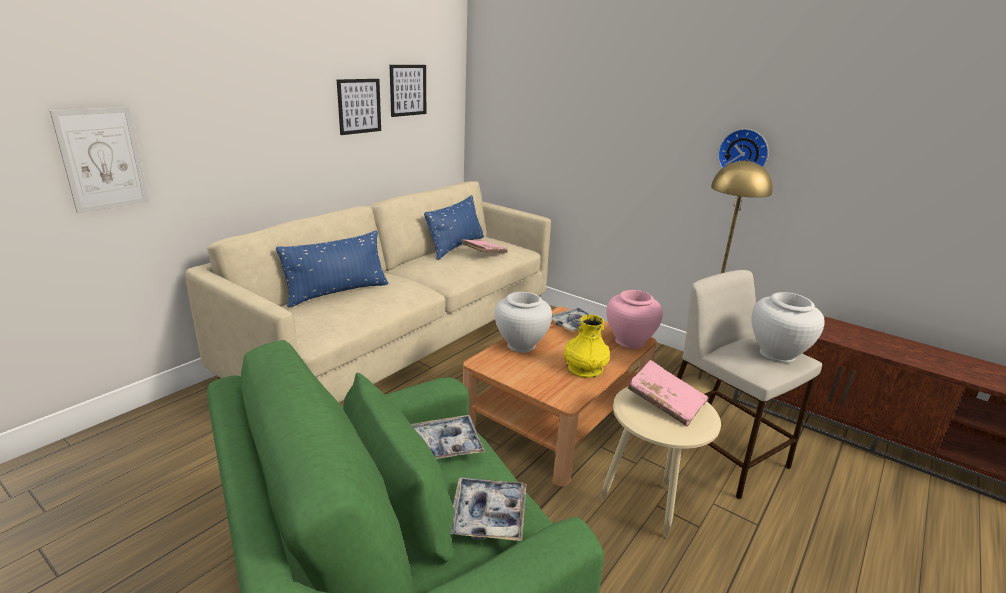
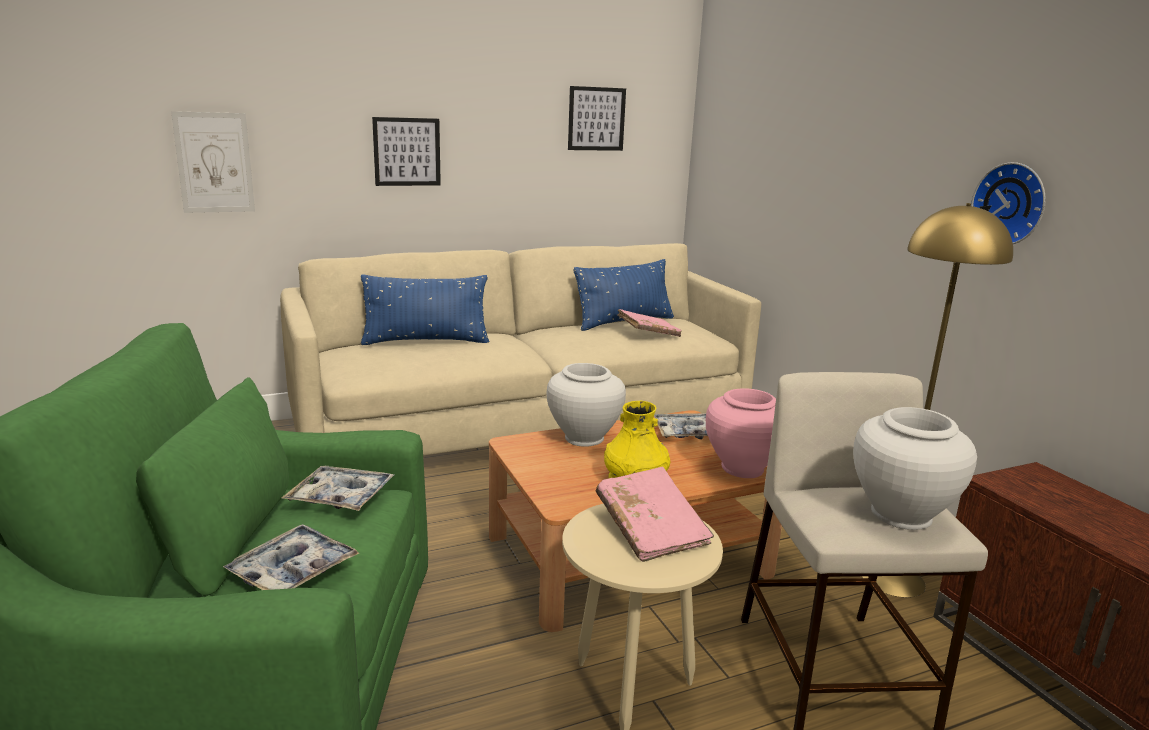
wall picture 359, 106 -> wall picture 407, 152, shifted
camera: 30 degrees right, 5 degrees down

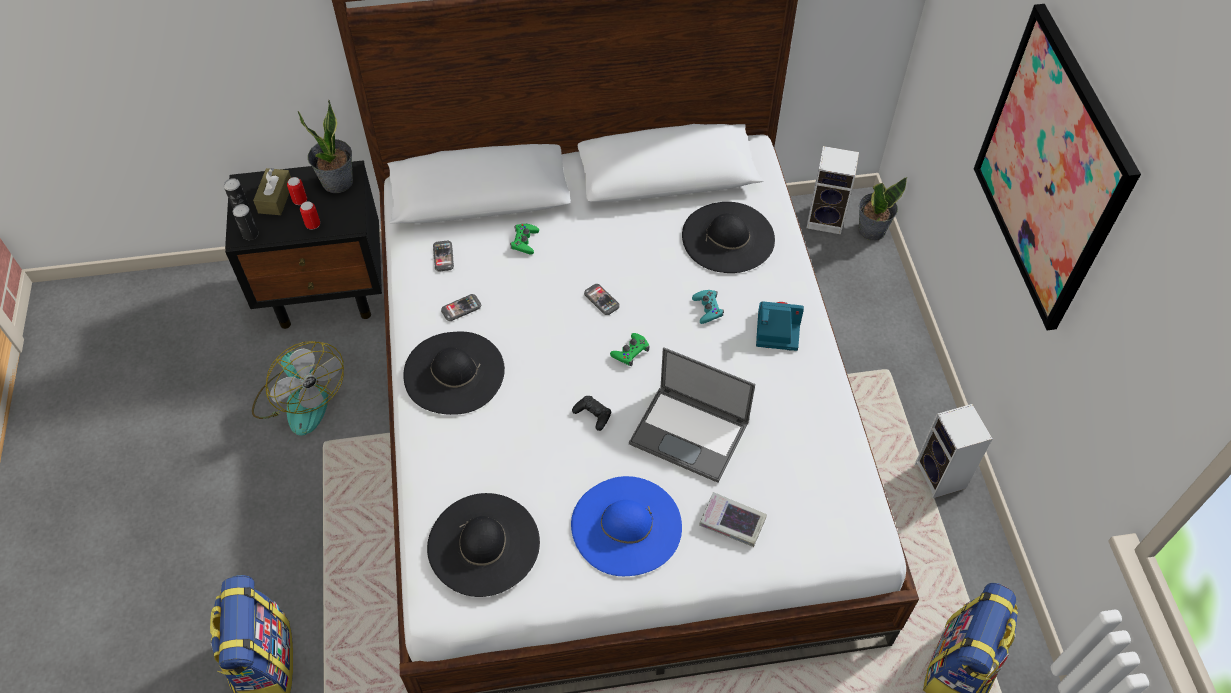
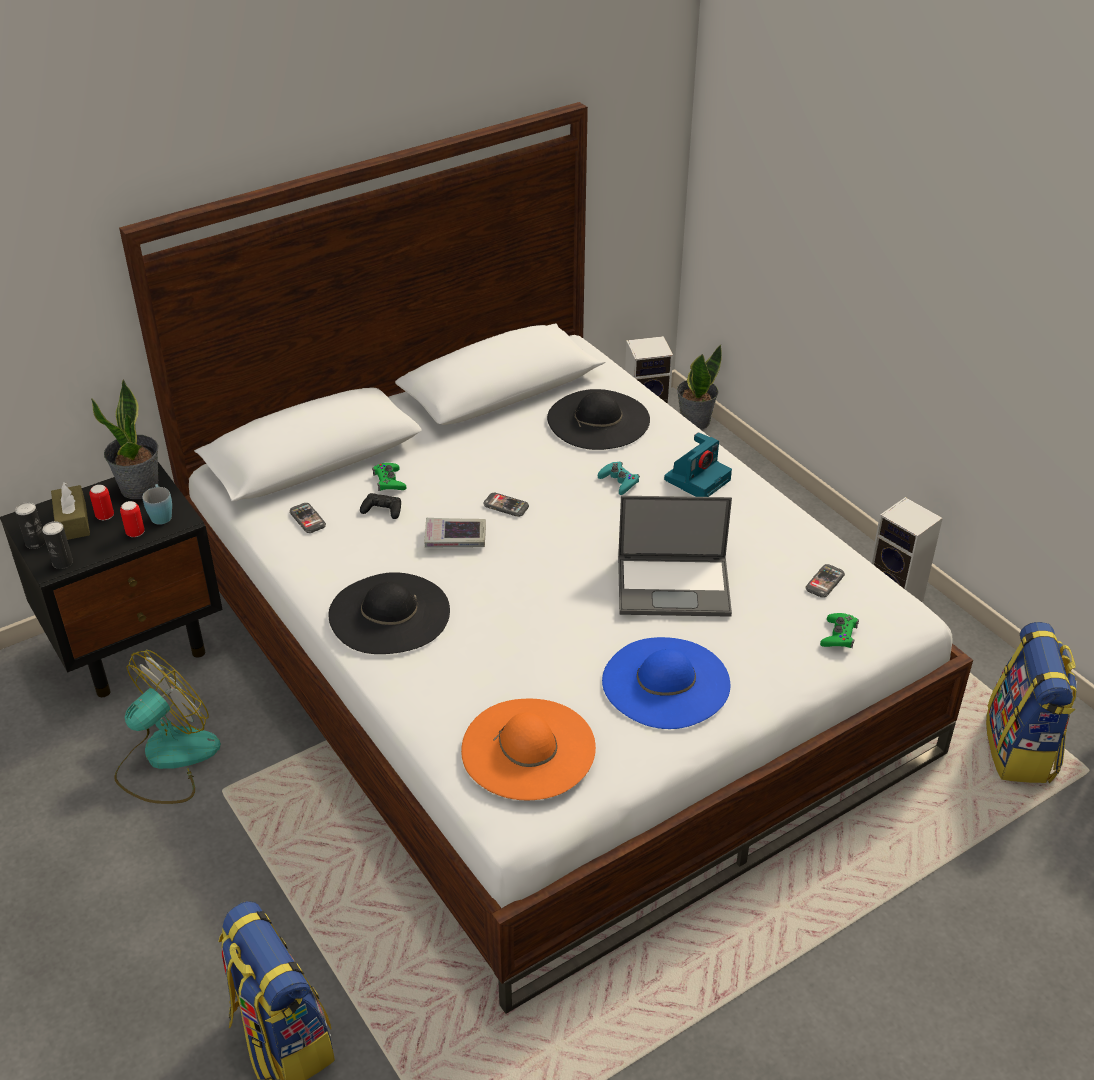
cooling fan 300, 399 -> cooling fan 166, 759, 75 degrees counterclockwise
none -> blue-coloured coffee mug 161, 514
black-coloured game controller 593, 414 -> black-coloured game controller 382, 510, shifted
volume 732, 522 -> volume 455, 538, shifted
black-coloured wearable hat 483, 544 -> orangey wearable hat 528, 748
photo camera 776, 330 -> photo camera 697, 479, 150 degrees clockwise
phone 461, 308 -> phone 824, 582, shifted
green game controller 630, 352 -> green game controller 839, 635, shifted
wall picture 1050, 170 -> none
camera: 25 degrees left, 15 degrees down

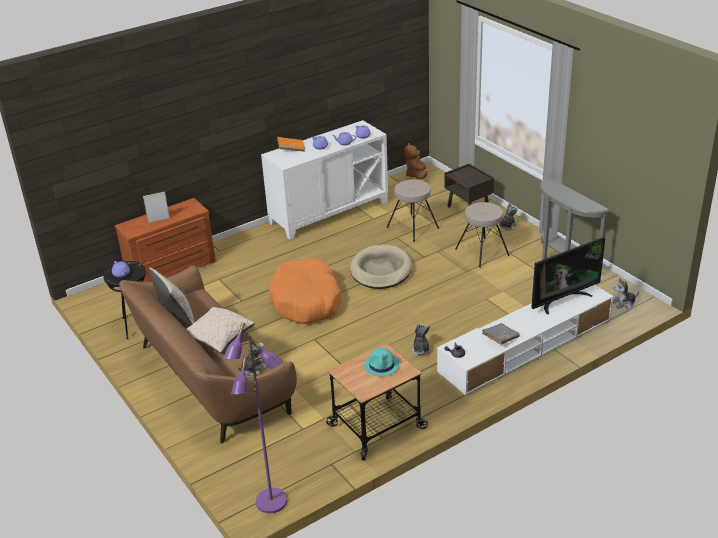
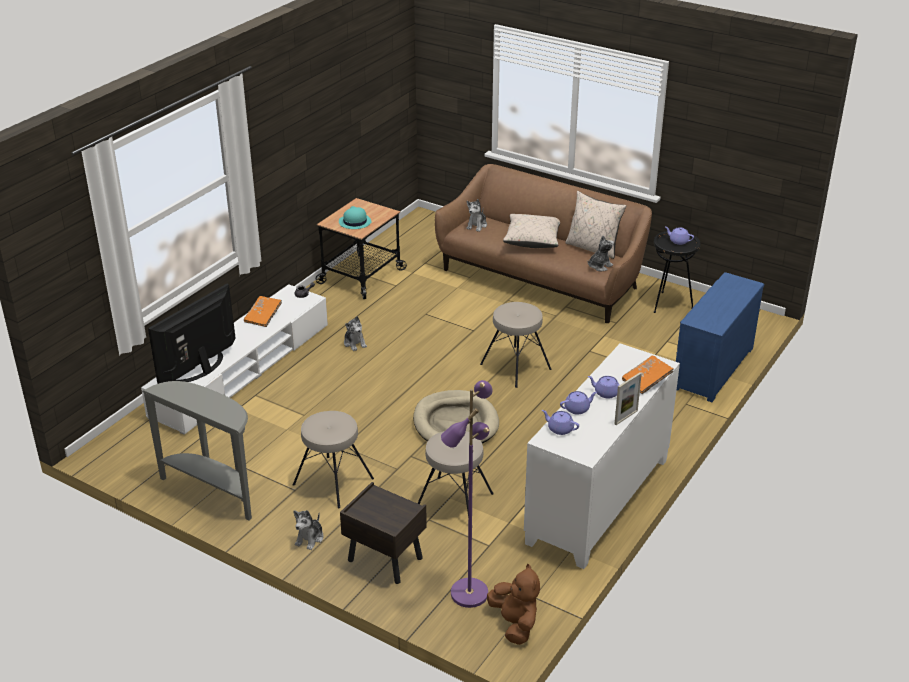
grey volume 500, 338 -> orangey volume 263, 317
purple-coloured standard lamp 271, 502 -> purple-coloured standard lamp 468, 593, shifted
orangey dog bed 306, 301 -> sand-coloured stool seat 516, 366
cuddly toy 624, 303 -> cuddly toy 599, 266, shifted
picture frame 158, 220 -> picture frame 626, 417, shifted
brown drawer chest 172, 270 -> blue-coloured drawer chest 711, 367
camera: 155 degrees right, 0 degrees up

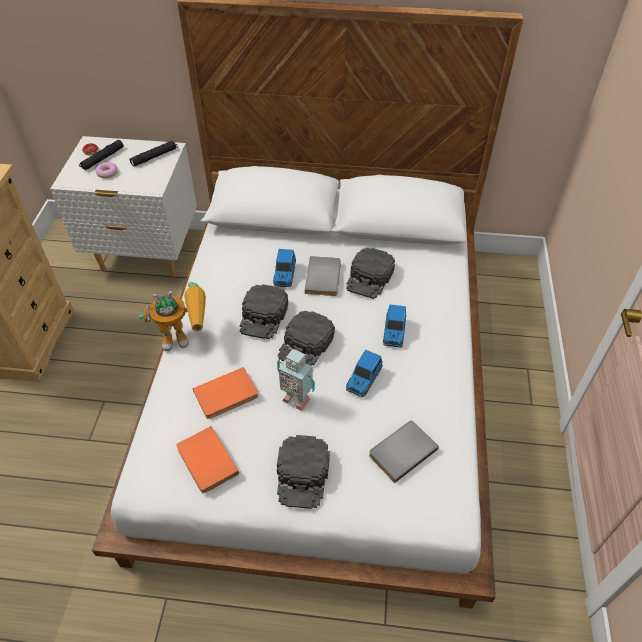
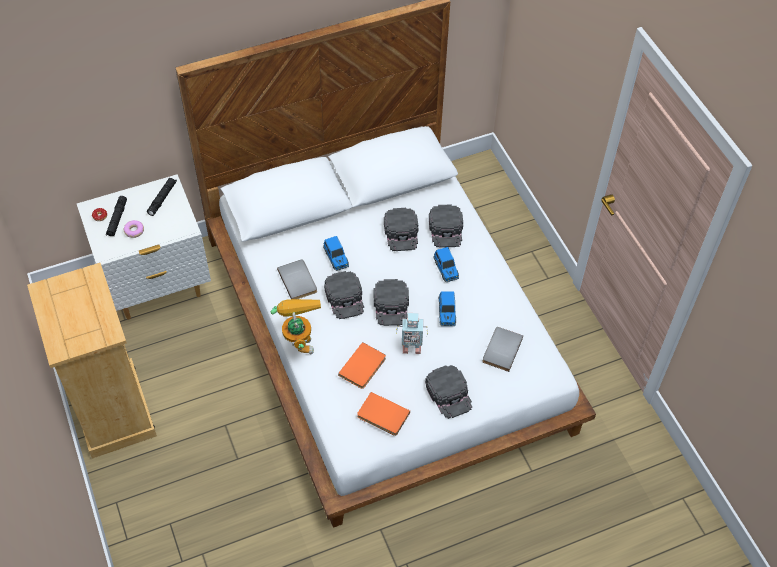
toy robot 186, 336 -> toy robot 298, 339, 60 degrees counterclockwise
grey volume 324, 277 -> grey volume 299, 280, shifted
none -> black-coloured baseball cap 446, 229
camera: 30 degrees left, 5 degrees up

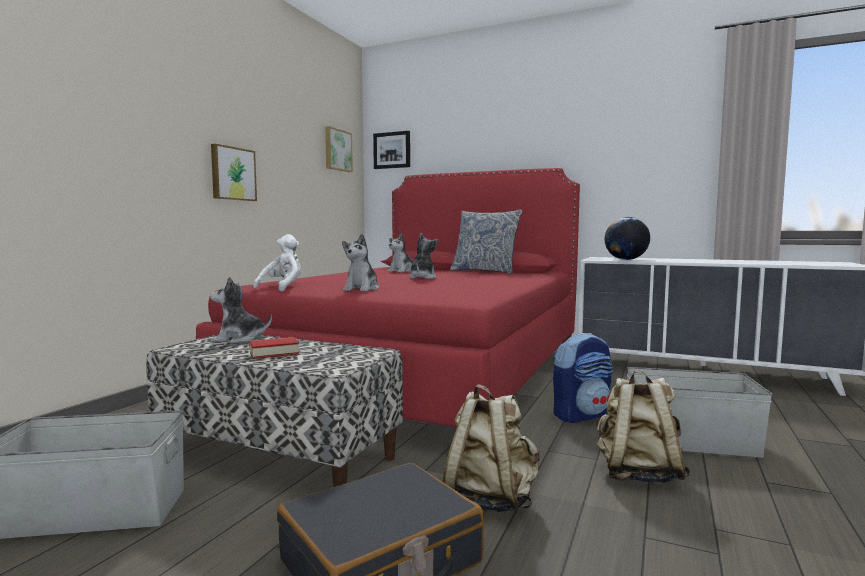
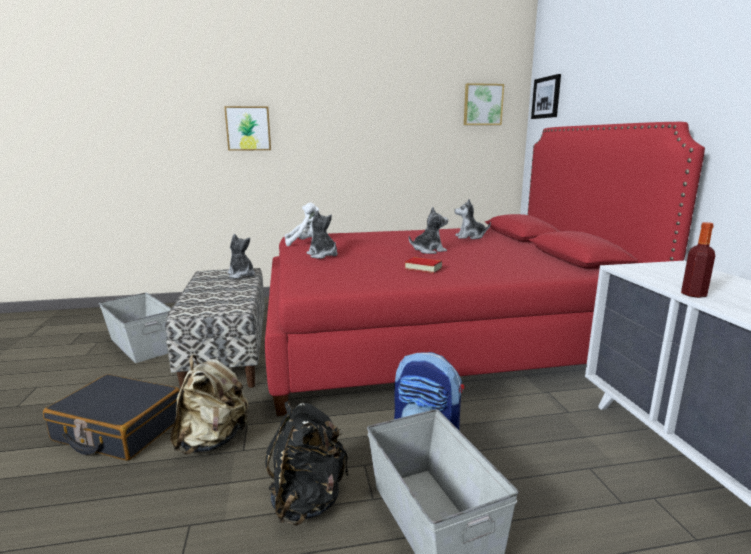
wall picture 232, 174 -> wall picture 248, 128, shifted
sand-coloured rucksack 637, 474 -> black-coloured rucksack 308, 500
cuddly toy 362, 289 -> cuddly toy 322, 255, 75 degrees clockwise
volume 274, 353 -> volume 423, 269, shifted
none -> drink bottle 693, 294
throw pillow 485, 271 -> none
globe 626, 259 -> none
camera: 55 degrees right, 10 degrees up

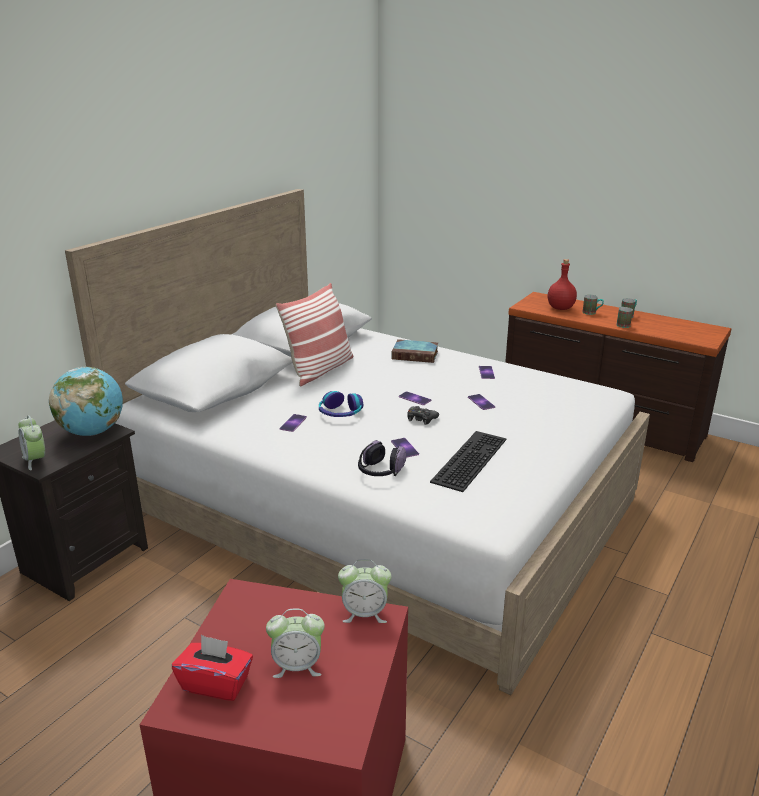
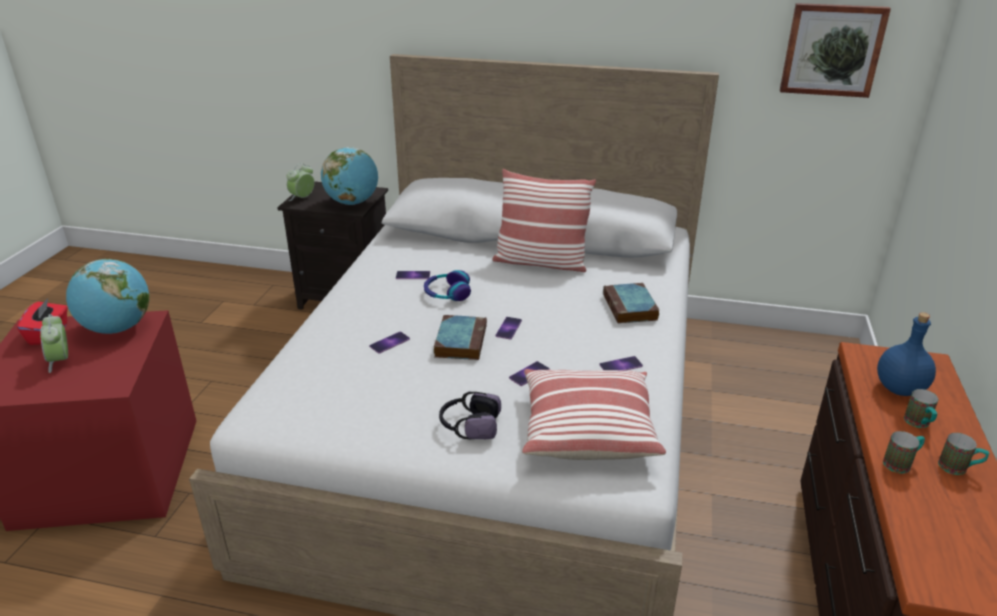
none -> globe 118, 328
black-coloured game controller 421, 419 -> volume 460, 341
headphones 380, 471 -> headphones 469, 425, shifted
none -> throw pillow 587, 429
none -> wall picture 832, 50
red drink bottle 561, 308 -> blue-coloured drink bottle 899, 389
bedside clock 365, 613 -> none
PC keyboard 468, 459 -> none
camera: 70 degrees right, 5 degrees up

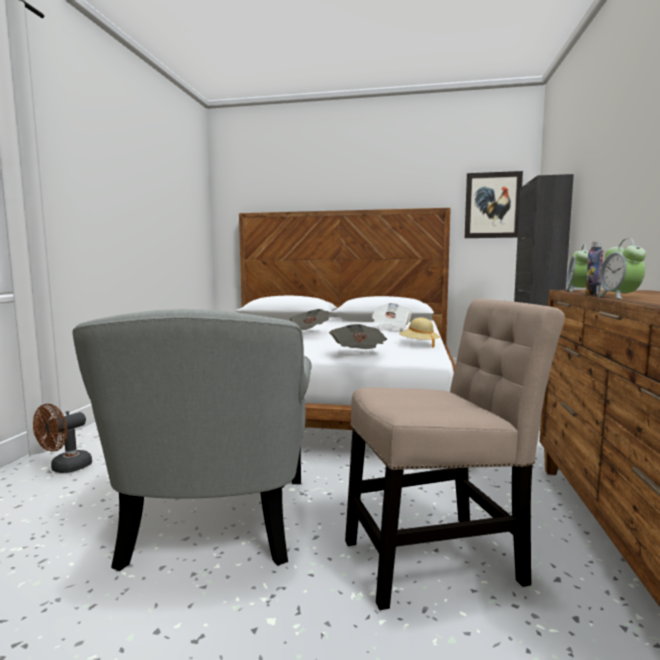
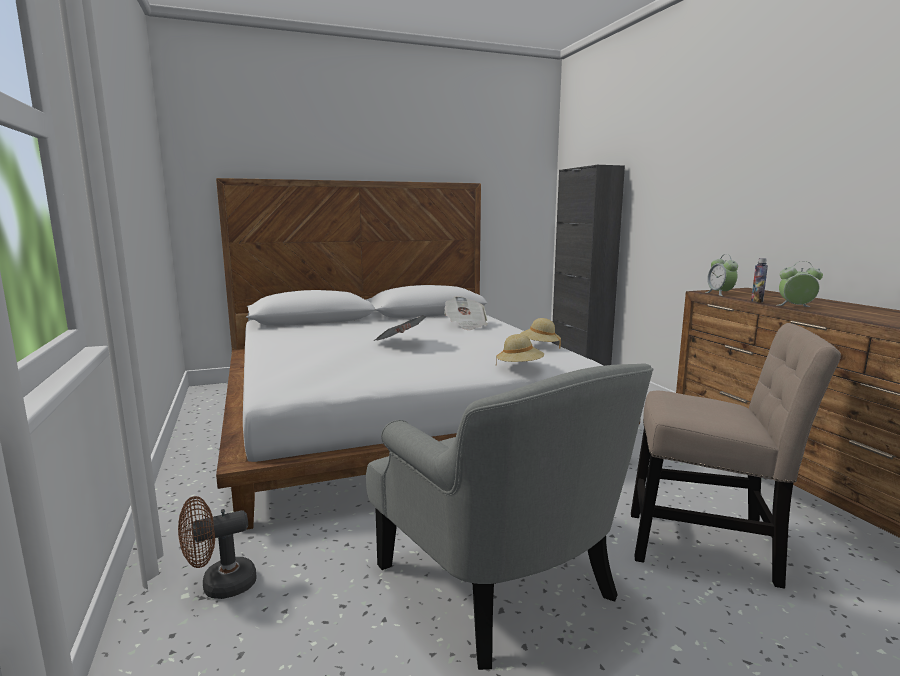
brown cooling fan 65, 468 -> brown cooling fan 220, 586, 60 degrees clockwise
newspaper 359, 353 -> sand-coloured wearable hat 519, 367
sand-coloured upright chair 440, 558 -> sand-coloured upright chair 709, 547, 60 degrees clockwise
bedside clock 619, 297 -> bedside clock 796, 307, 135 degrees clockwise
wall picture 492, 205 -> none
camera: 30 degrees left, 5 degrees up

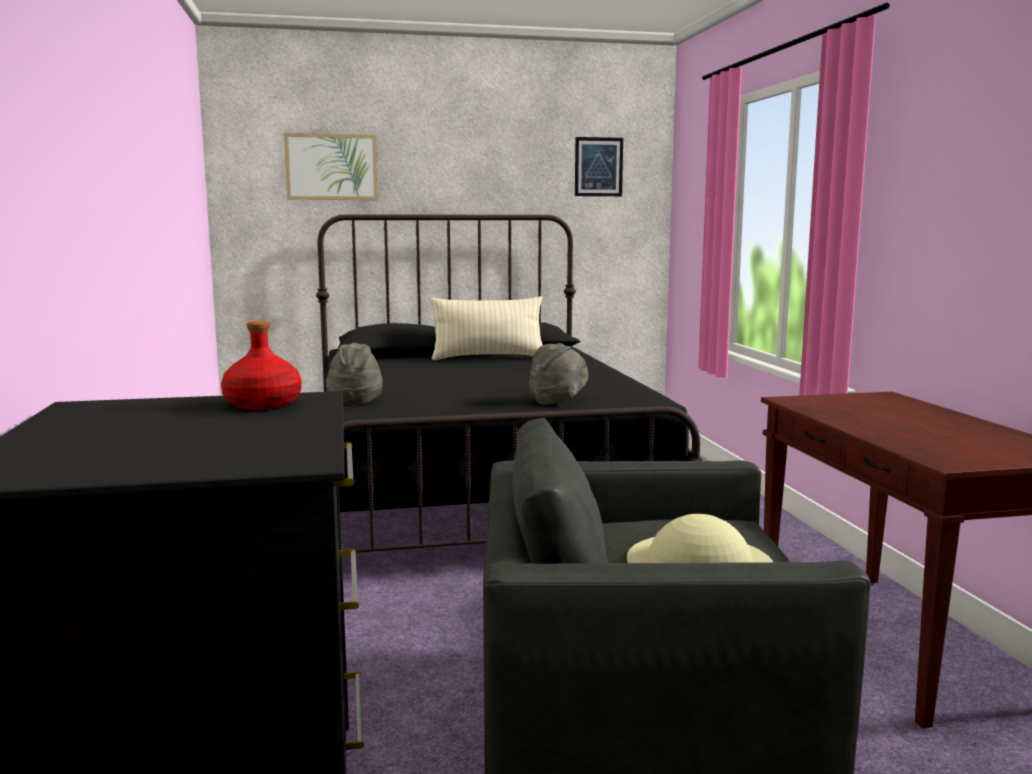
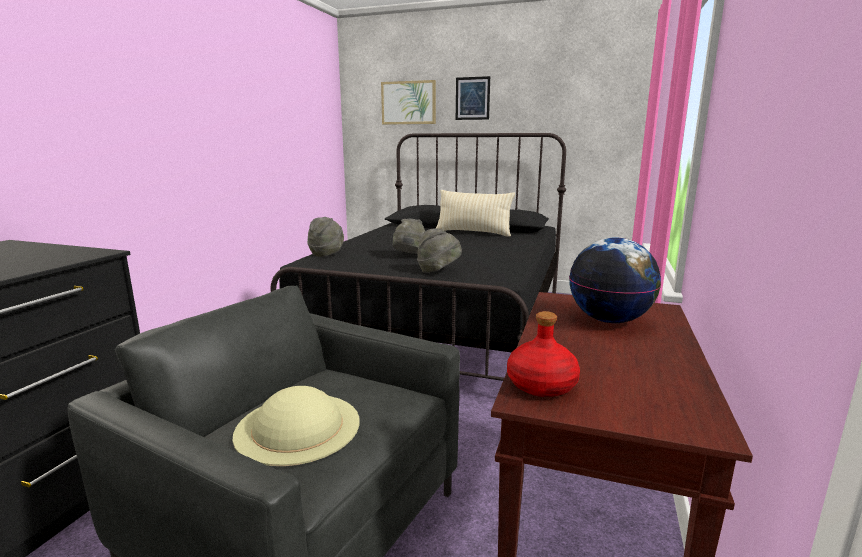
none -> grey wearable hat 410, 256
wall picture 598, 167 -> wall picture 472, 98, shifted
red drink bottle 262, 404 -> red drink bottle 541, 385, shifted
none -> globe 609, 320
camera: 30 degrees right, 5 degrees up

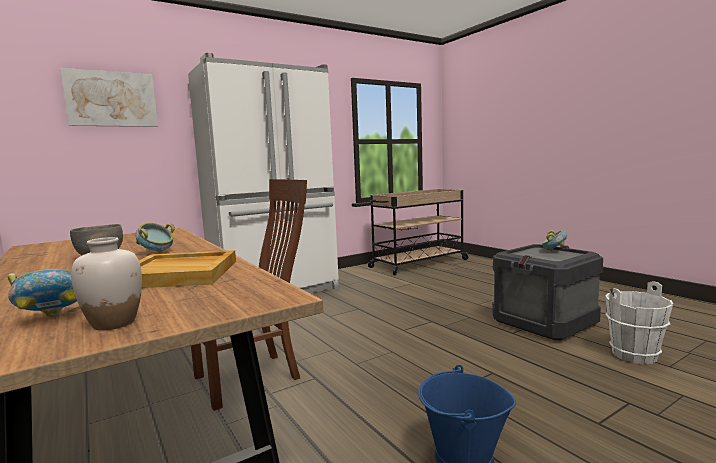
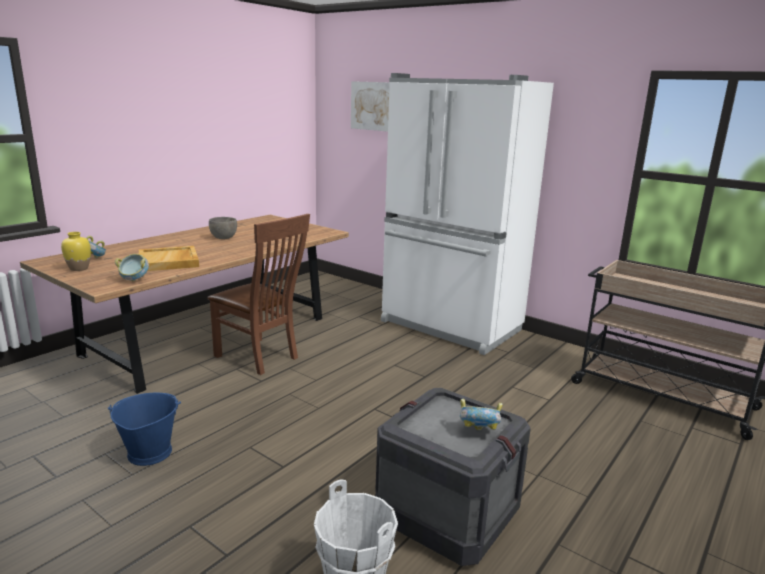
whitish vase 114, 323 -> yellow-coloured vase 79, 268
bowl 156, 253 -> bowl 134, 280, shifted
camera: 70 degrees right, 10 degrees up

